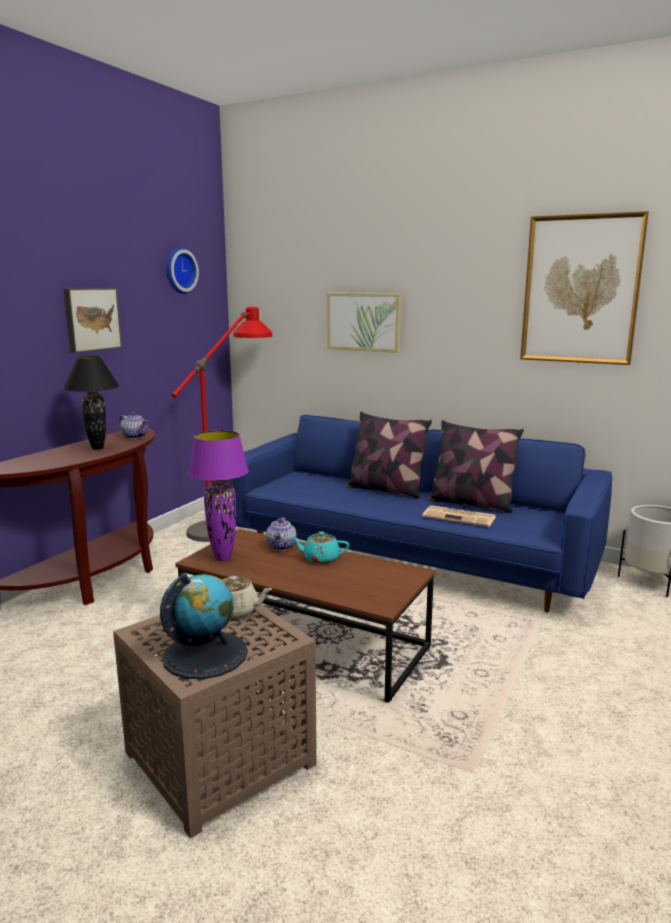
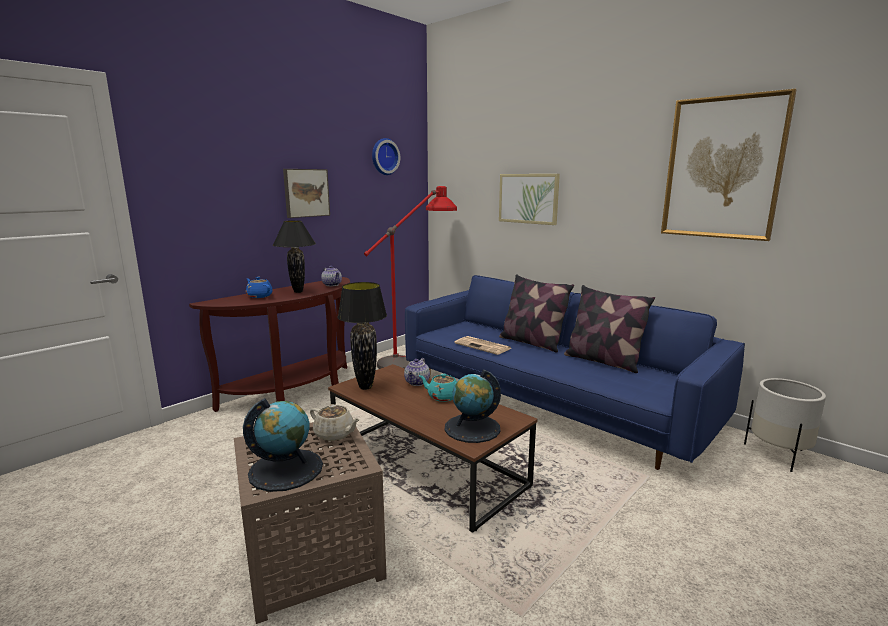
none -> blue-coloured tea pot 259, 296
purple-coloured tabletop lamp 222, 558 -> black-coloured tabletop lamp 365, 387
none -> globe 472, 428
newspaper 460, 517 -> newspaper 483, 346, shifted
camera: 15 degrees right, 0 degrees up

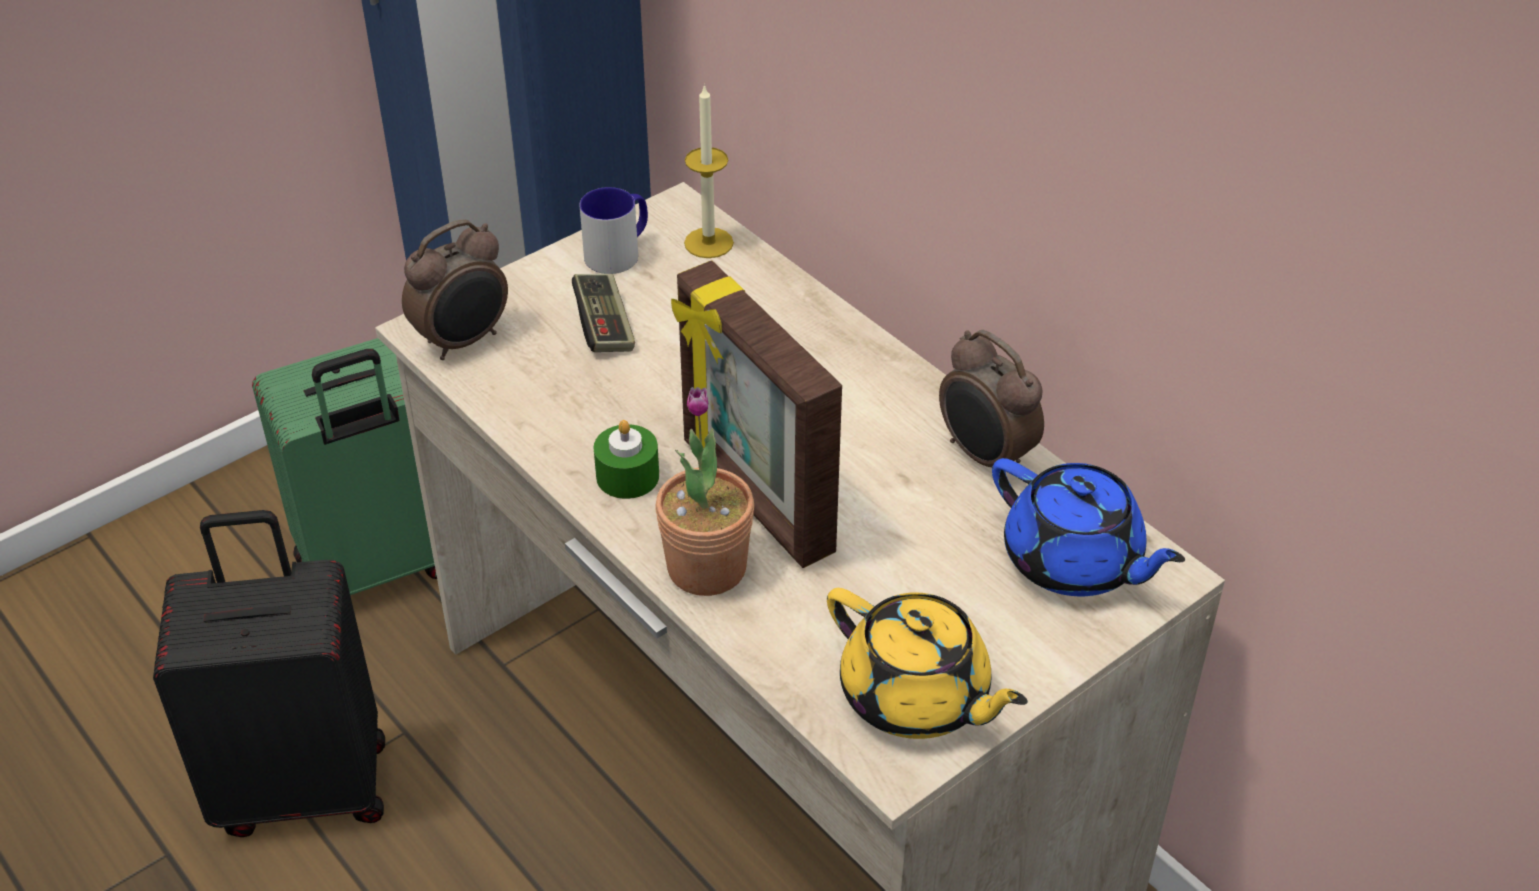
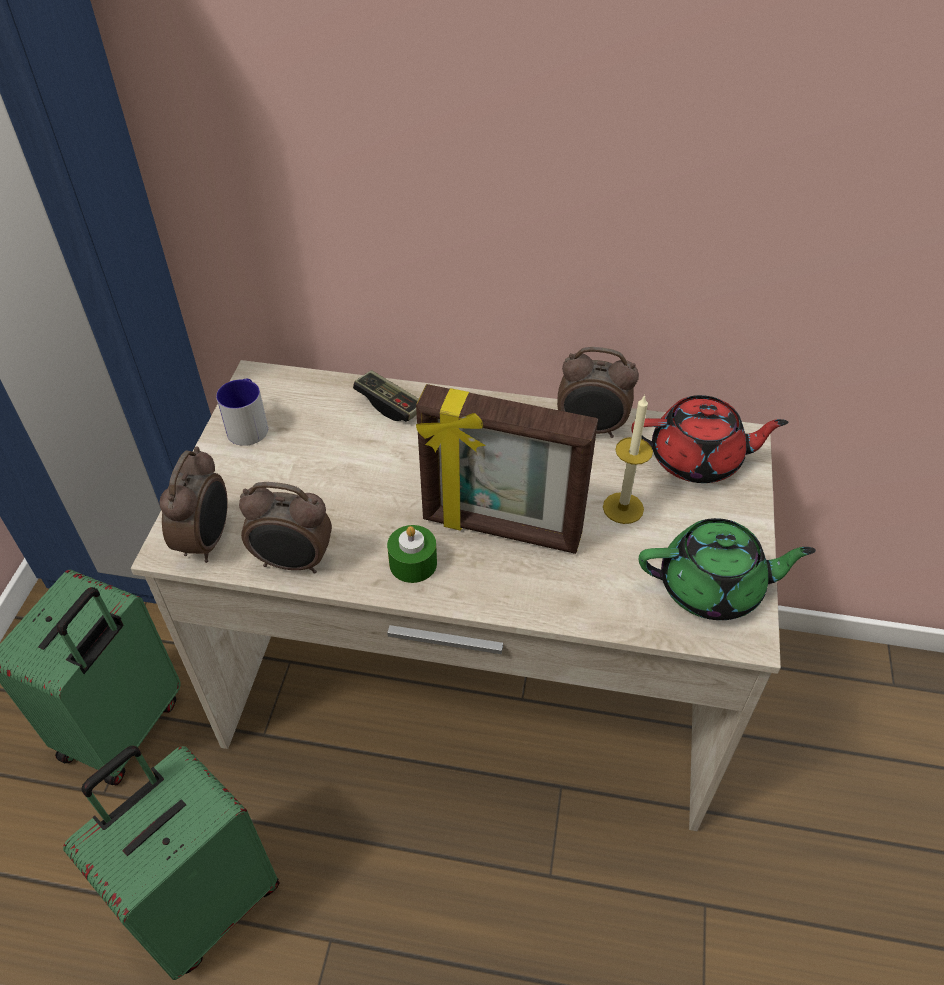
black-coloured travel case 304, 784 -> green travel case 205, 901
none -> bedside clock 293, 563
game controller 604, 326 -> game controller 390, 405, shifted
wax light 708, 243 -> wax light 623, 508, shifted
blue-coloured tea pot 1074, 562 -> red tea pot 697, 459
yellow-coloured tea pot 916, 697 -> green tea pot 712, 588
houseplant 707, 568 -> none
camera: 40 degrees left, 5 degrees up

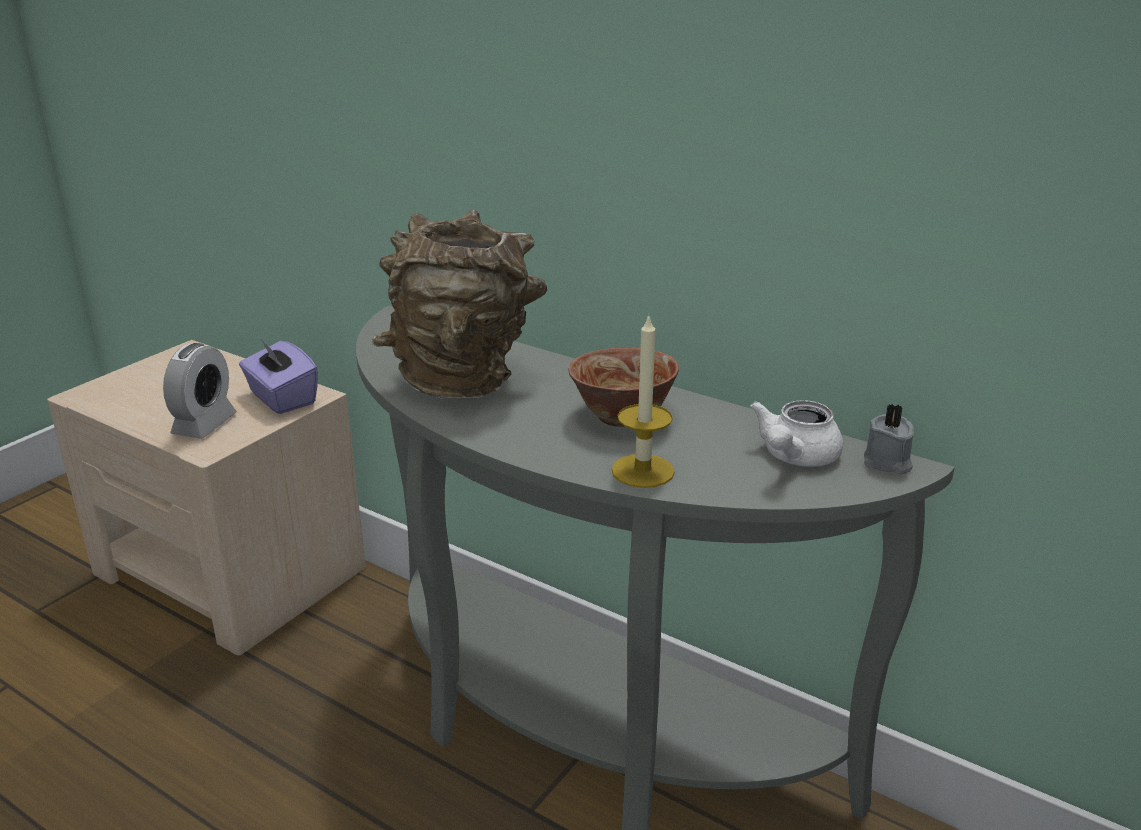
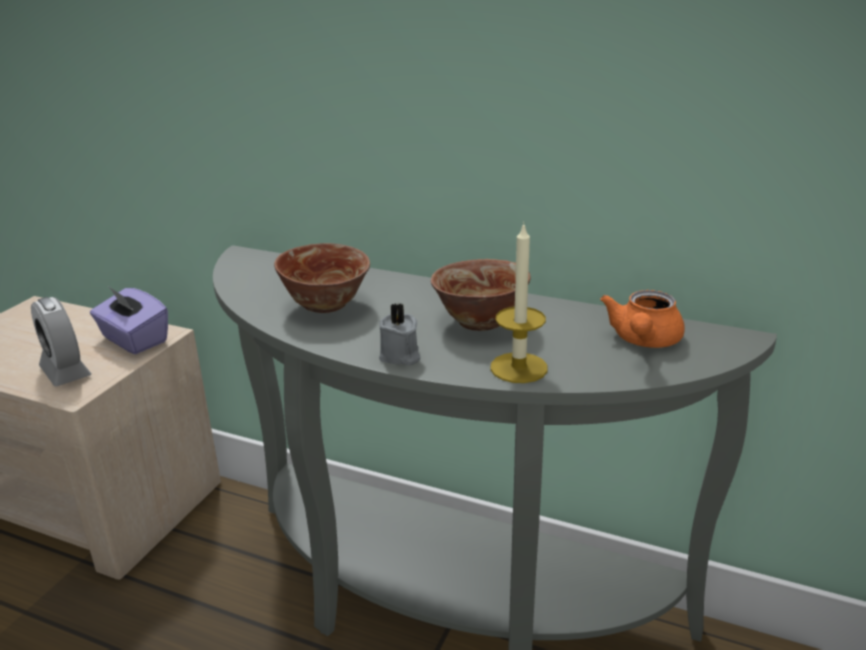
bedside clock 204, 424 -> bedside clock 65, 371, 135 degrees clockwise
brown vase 464, 381 -> bowl 326, 305
grey wax light 887, 463 -> grey wax light 400, 356, shifted
whitish tea pot 794, 457 -> orangey tea pot 643, 341
camera: 10 degrees left, 0 degrees up

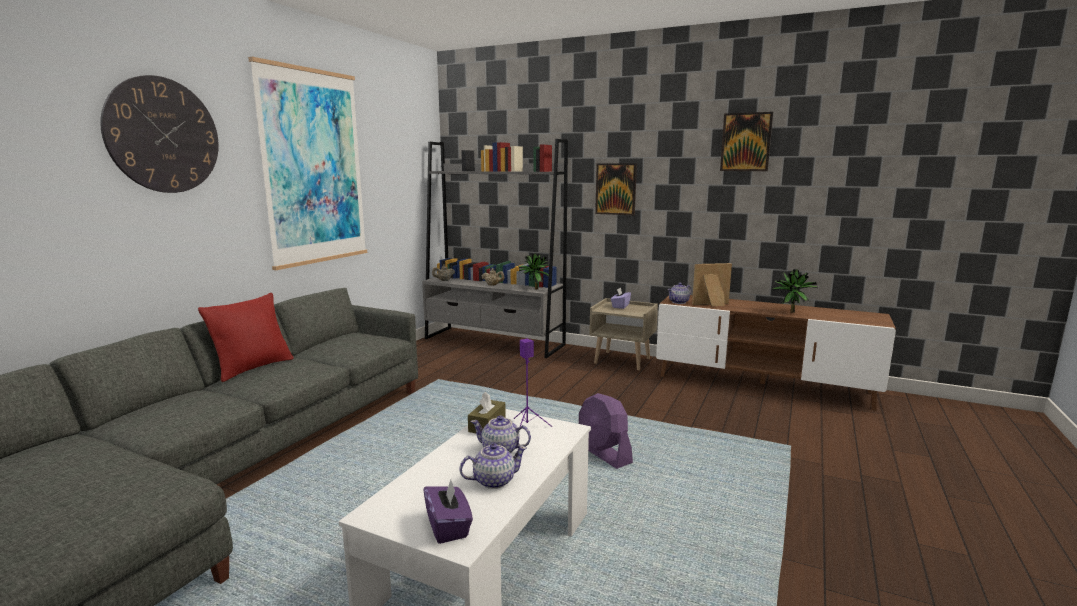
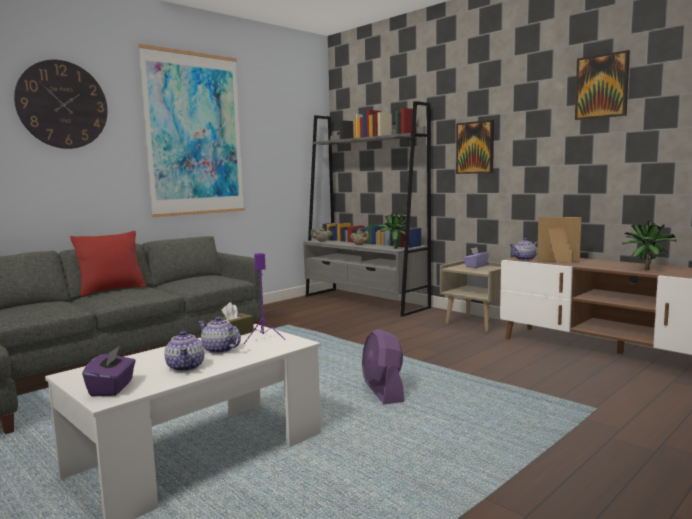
tea pot 493, 481 -> tea pot 186, 367, 75 degrees clockwise
camera: 20 degrees right, 5 degrees down

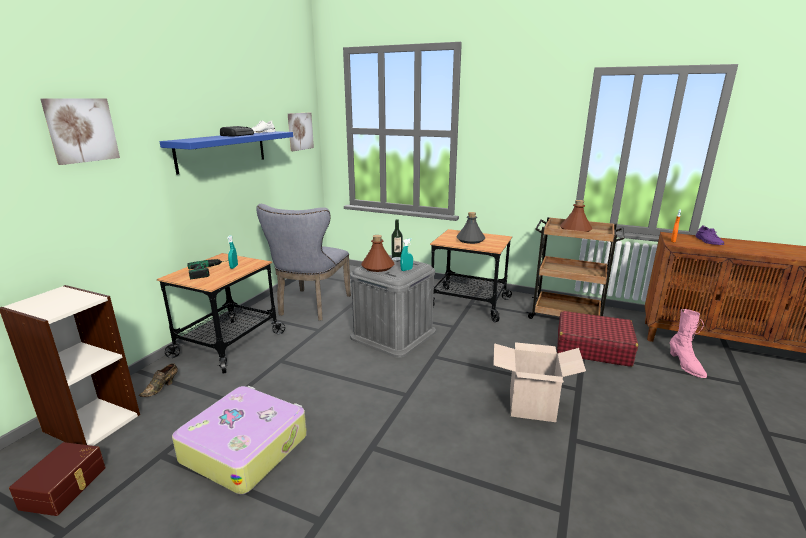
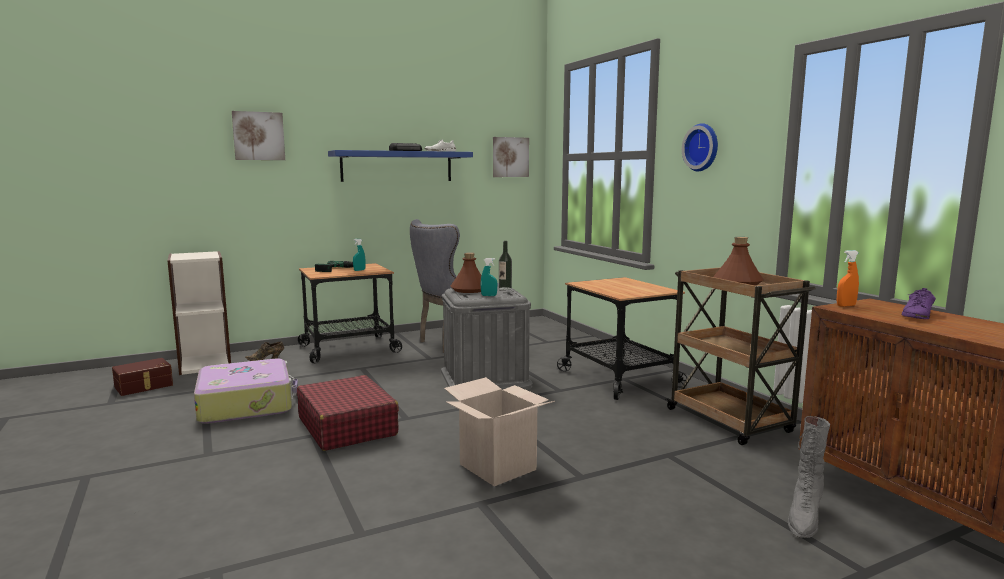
red travel case 592, 348 -> red travel case 347, 426, shifted
none -> wall clock 703, 147
pink tall boot 685, 365 -> grey tall boot 804, 519
grey drink bottle 470, 240 -> none
camera: 40 degrees right, 10 degrees down

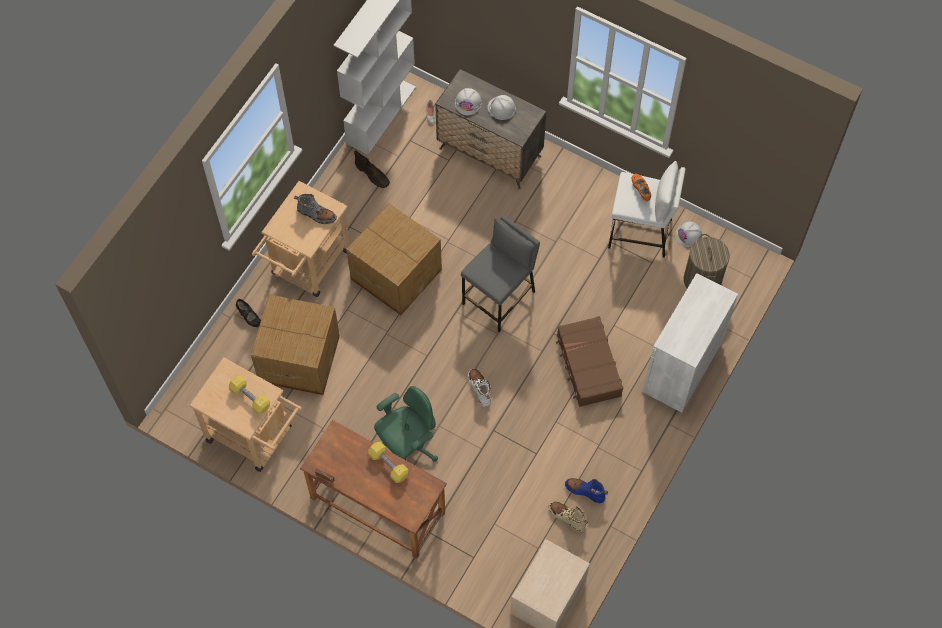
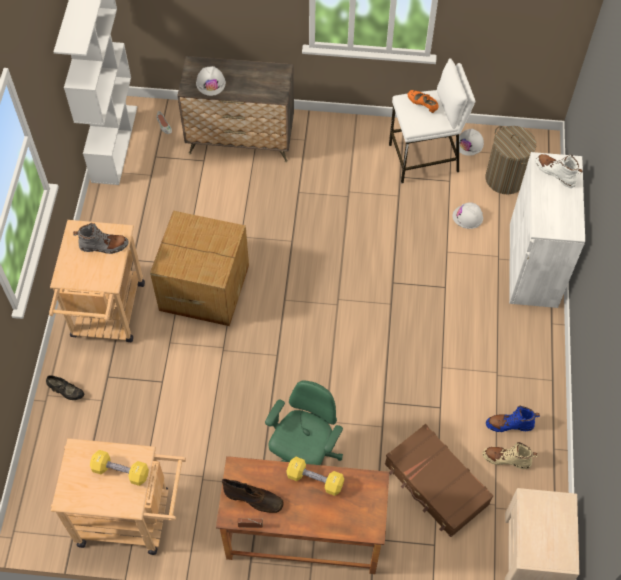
brown tall boot 372, 175 -> brown tall boot 254, 498, shifted
brown travel case 588, 366 -> brown travel case 436, 485, shifted
whitish hard hat 501, 108 -> whitish hard hat 467, 217, shifted
whitish tall boot 479, 388 -> whitish tall boot 555, 173, shifted
packing box 298, 357 -> none
grey stool seat 499, 298 -> none
camera: 25 degrees left, 5 degrees down

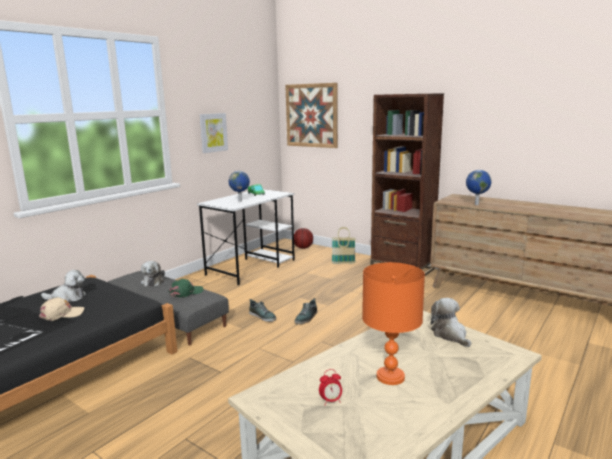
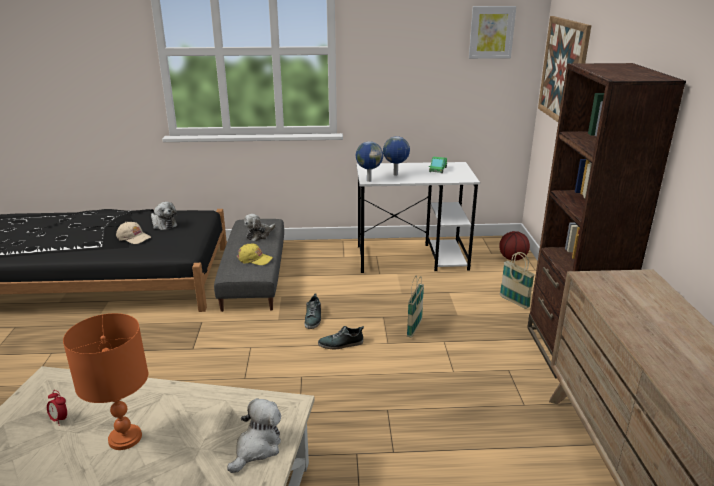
green baseball cap 186, 292 -> yellow-coloured baseball cap 254, 259
globe 476, 204 -> globe 368, 180, shifted
none -> basket 414, 328
wall picture 213, 132 -> wall picture 491, 32, shifted
camera: 50 degrees right, 10 degrees up

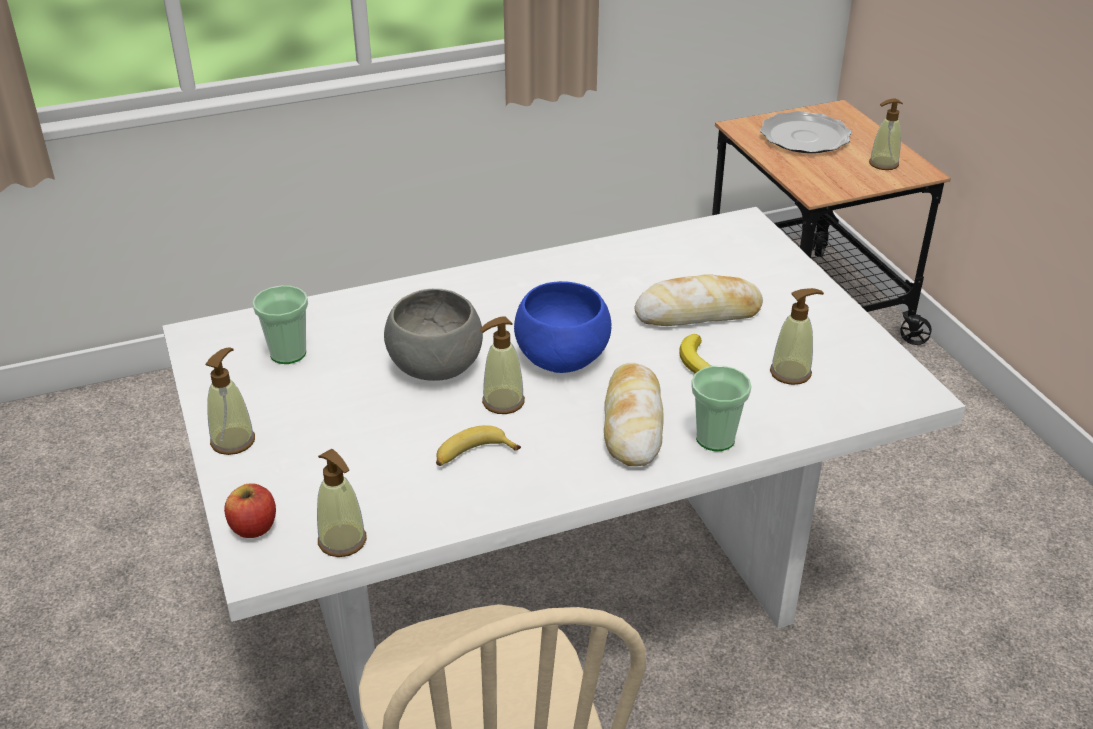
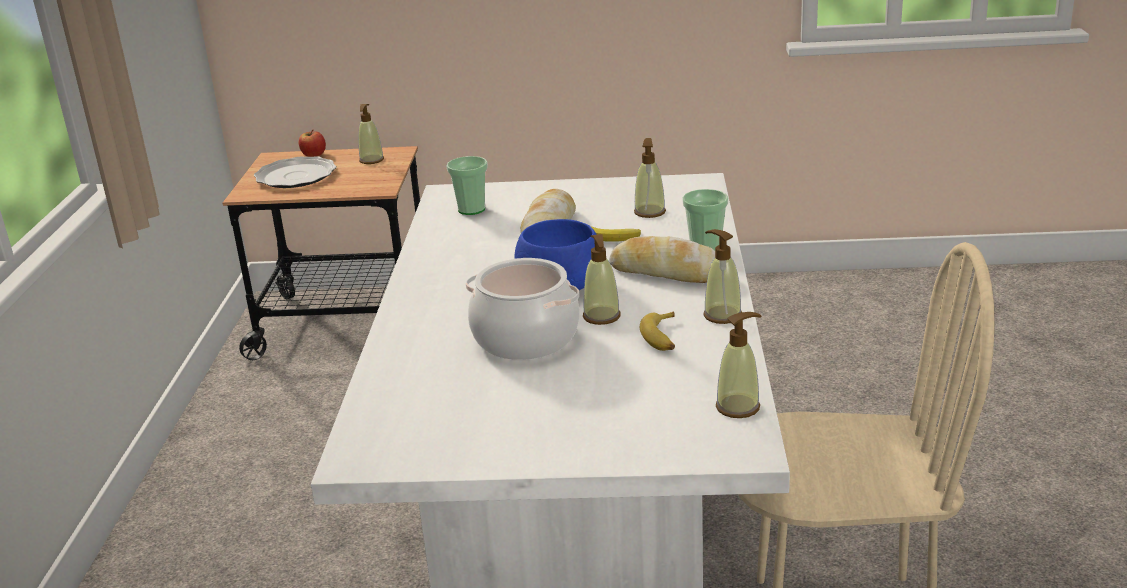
apple 253, 527 -> apple 313, 155, shifted
drinking cup 288, 353 -> drinking cup 471, 209, shifted
grey bowl 437, 366 -> saucepot 526, 338
soap bottle 233, 441 -> soap bottle 722, 315, shifted
camera: 65 degrees left, 10 degrees down

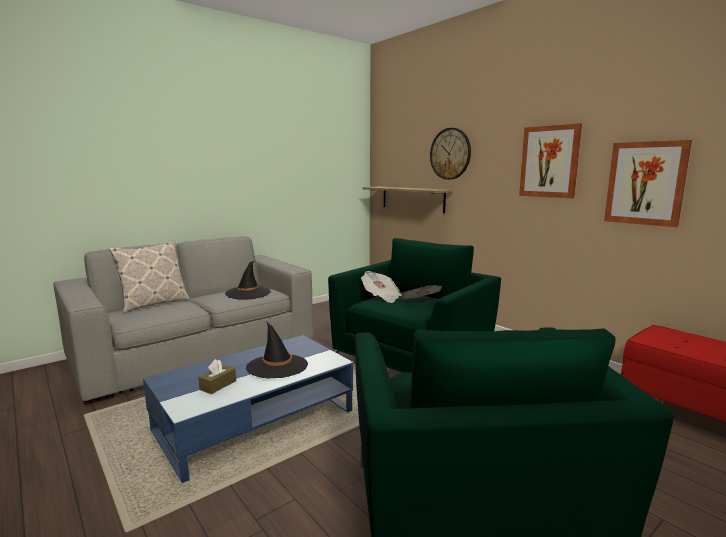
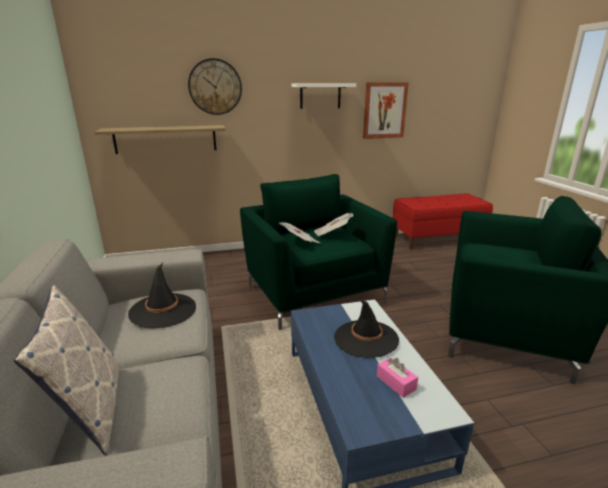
wall picture 549, 162 -> whitish bracket shelf 320, 96
brown tissue holder 218, 385 -> pink tissue holder 396, 383
camera: 65 degrees left, 10 degrees up

